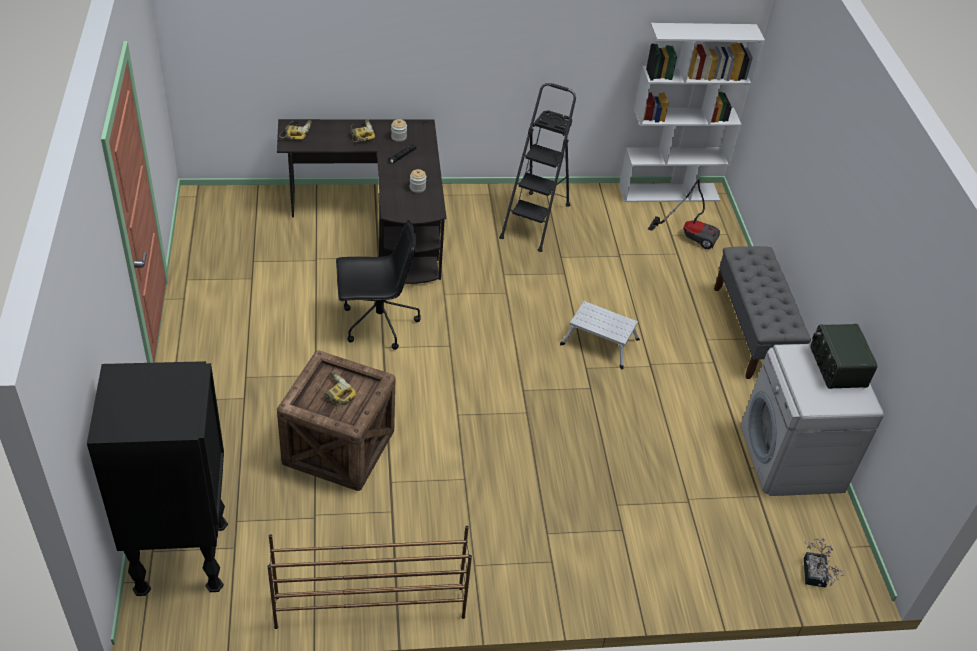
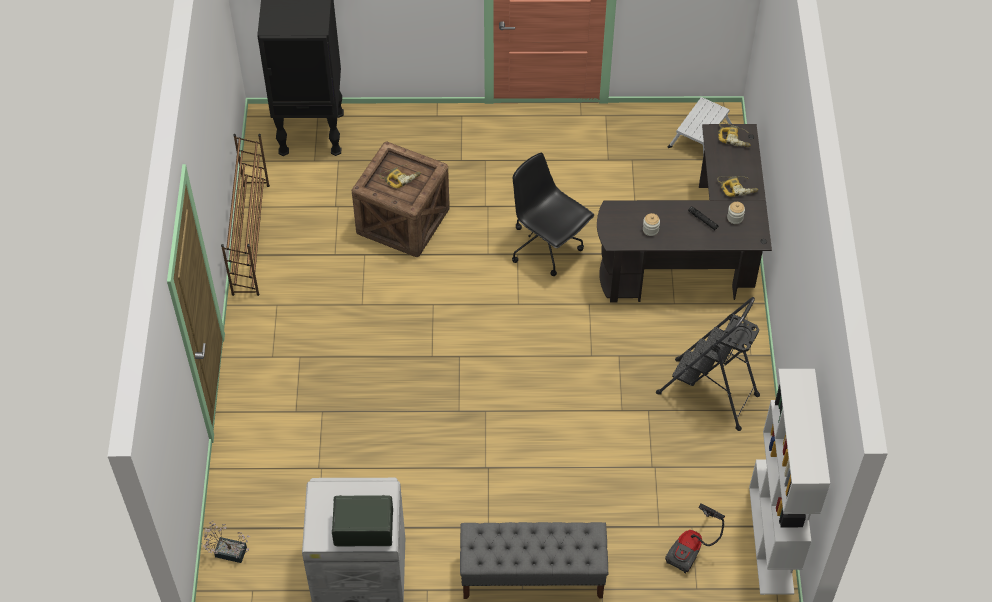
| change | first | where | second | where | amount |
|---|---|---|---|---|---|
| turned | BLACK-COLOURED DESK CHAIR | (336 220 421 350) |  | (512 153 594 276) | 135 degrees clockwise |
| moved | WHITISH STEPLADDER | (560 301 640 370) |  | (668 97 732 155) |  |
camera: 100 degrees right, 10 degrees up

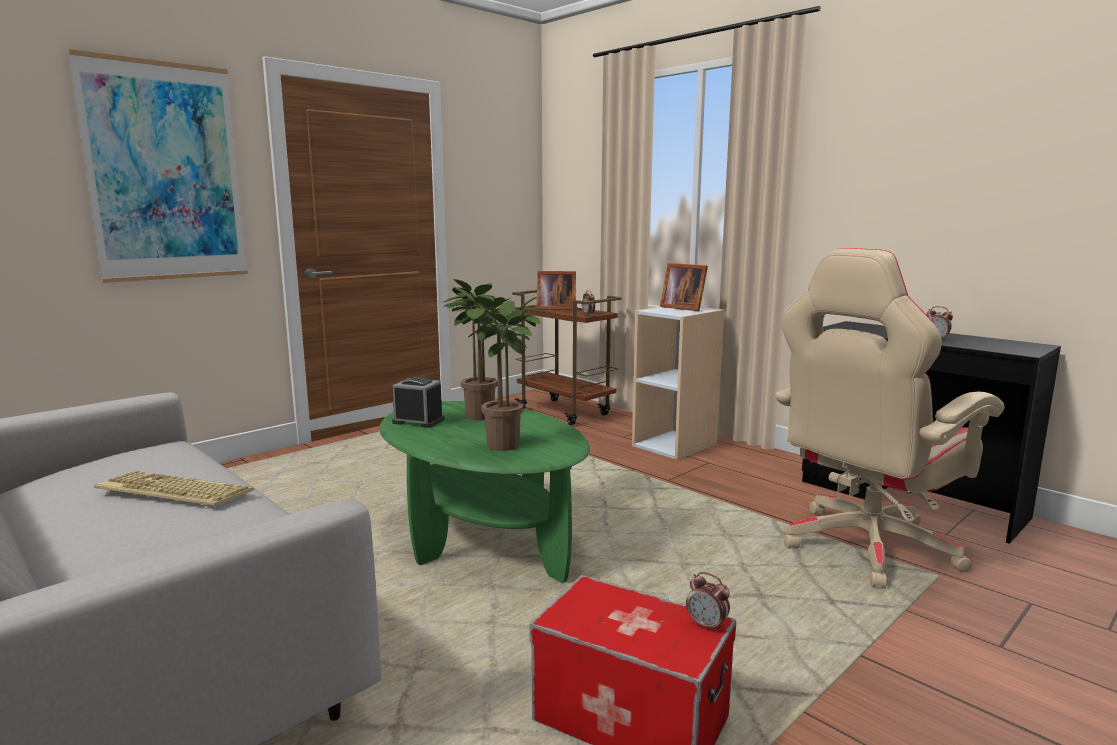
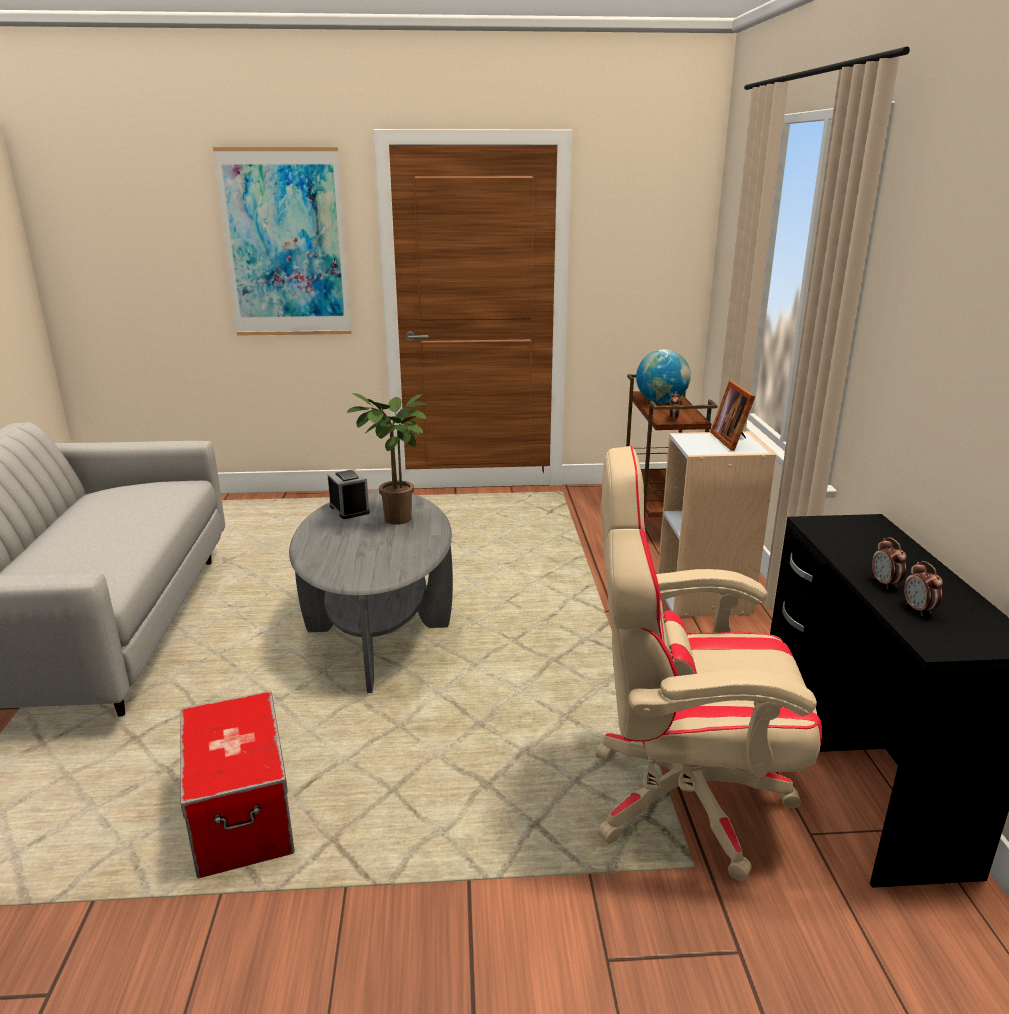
| change | first | where | second | where | amount |
|---|---|---|---|---|---|
| removed | COMPUTER KEYBOARD | (94 471 255 508) |  |  |  |
| recoloured | GREENISH LOW TABLE | (379 401 590 583) | GRAY LOW TABLE | (289 490 453 693) |  |
| removed | POTTED PLANT | (443 287 543 451) |  |  |  |
| replaced | PHOTO FRAME | (537 271 576 310) | WORLD GLOBE | (636 349 691 403) |  |
| moved | ALARM CLOCK | (686 572 730 633) |  | (904 561 943 616) |  |
camera: 40 degrees right, 10 degrees up

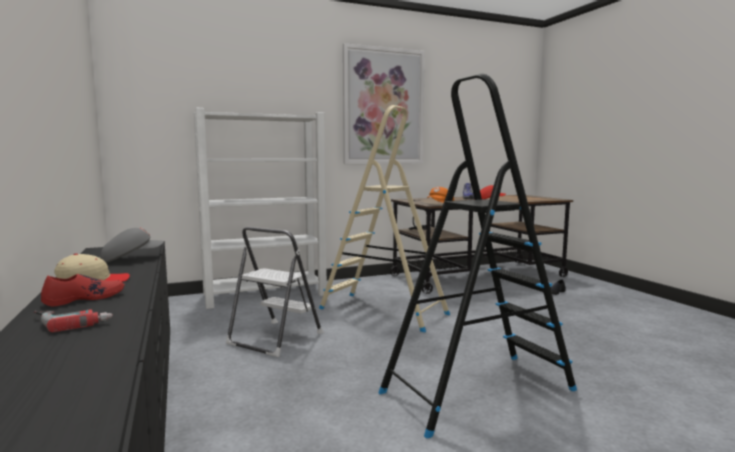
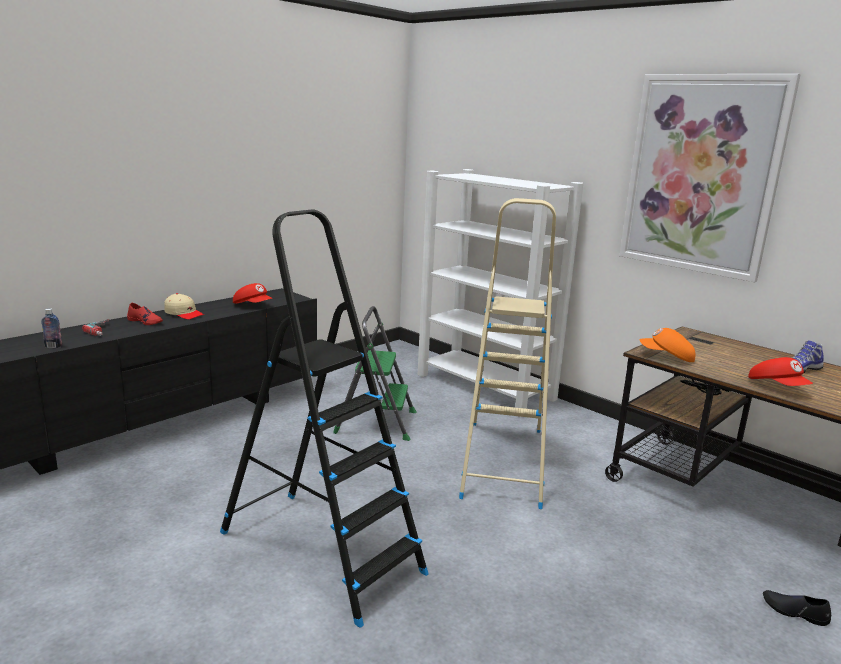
| change | first | where | second | where | amount |
|---|---|---|---|---|---|
| recoloured | GRAY BASEBALL CAP | (101 227 164 262) | REDDISH BASEBALL CAP | (233 283 272 304) |  |
| recoloured | WHITISH STEPLADDER | (226 227 324 357) | GREENISH STEPLADDER | (333 306 417 441) |  |
| added |  |  | BEVERAGE BOTTLE | (41 309 62 348) |  |
camera: 65 degrees right, 10 degrees up

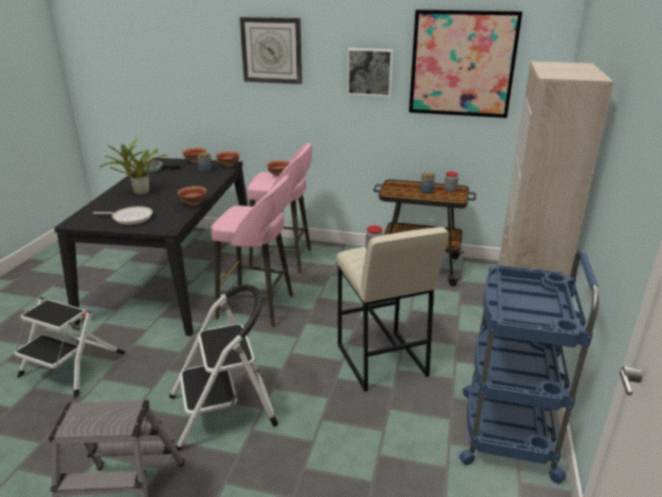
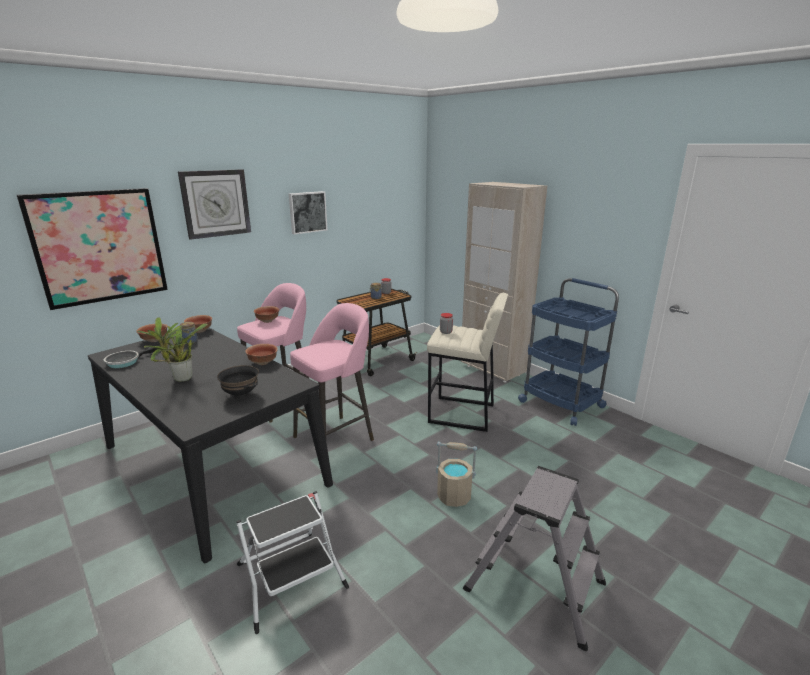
| change | first | where | second | where | amount |
|---|---|---|---|---|---|
| replaced | FRYING PAN | (93 206 153 225) | BLACK-COLOURED DEEP DISH | (217 365 259 399) |  |
| replaced | STEPLADDER | (169 284 278 451) | BEIGE WATER BUCKET | (436 442 477 507) |  |
| moved | WALL PICTURE | (409 10 523 118) |  | (17 188 168 310) |  |
camera: 55 degrees left, 5 degrees down

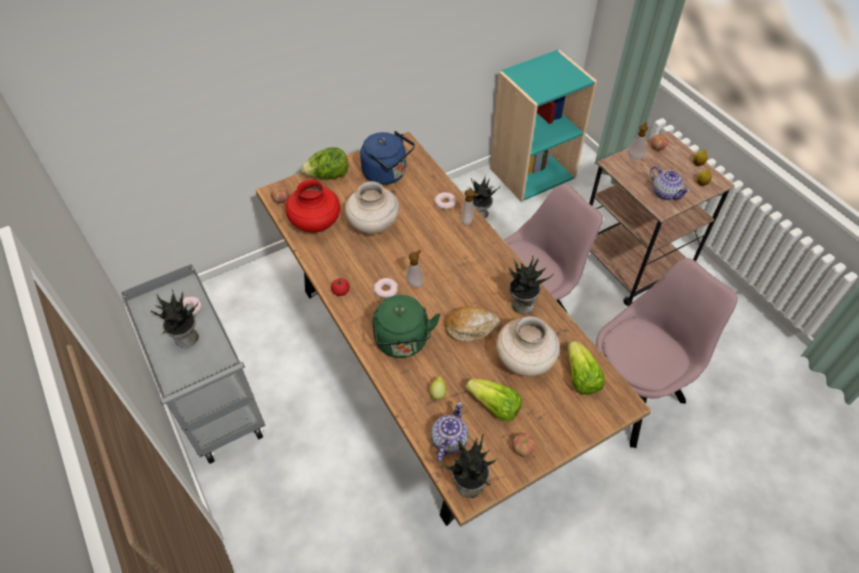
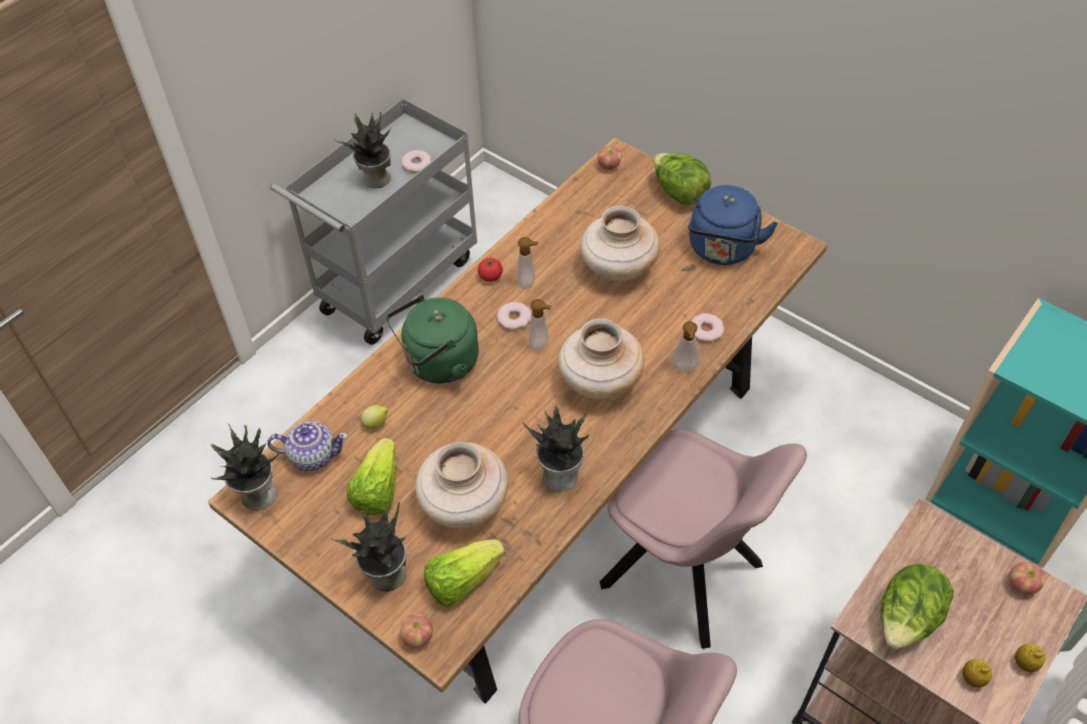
| change | first | where | second | where | amount |
|---|---|---|---|---|---|
| removed | REDDISH FLOWER VASE | (285 180 340 232) |  |  |  |
| removed | BAKED BREAD | (445 306 501 341) |  |  |  |
| moved | POTTED PLANT | (470 177 500 218) |  | (330 502 406 591) |  |
| moved | APPLE | (512 433 535 457) |  | (400 614 433 648) |  |
| moved | SOAP BOTTLE | (628 122 648 160) |  | (517 237 539 289) |  |
| replaced | TEA POT | (650 166 691 200) | HEAD OF LETTUCE | (881 563 954 649) |  |
| added |  |  | BEIGE FLOWER VASE | (558 318 644 399) |  |
camera: 70 degrees right, 0 degrees up

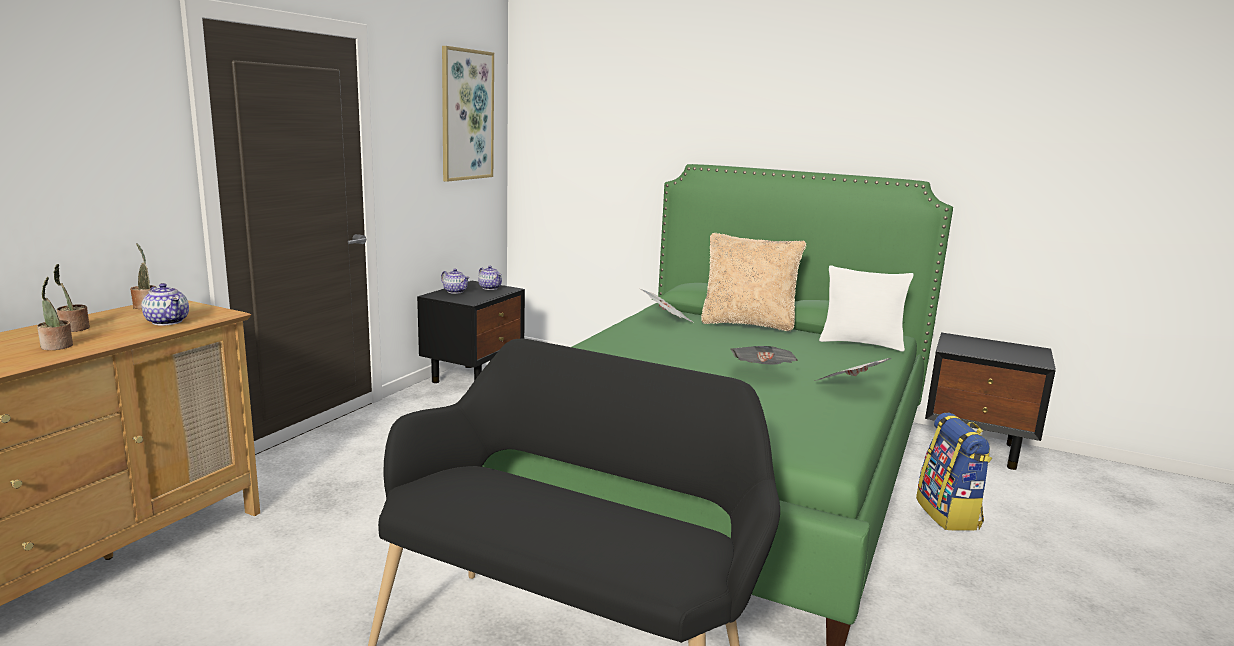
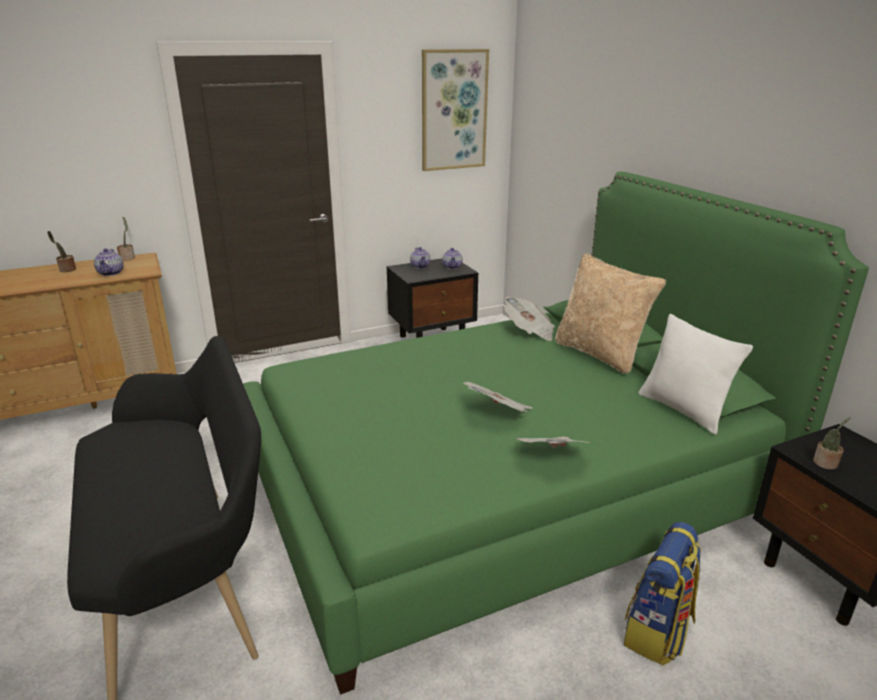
| change | first | where | second | where | amount |
|---|---|---|---|---|---|
| moved | POTTED PLANT | (37 277 73 350) |  | (813 417 850 470) |  |
camera: 40 degrees right, 10 degrees up

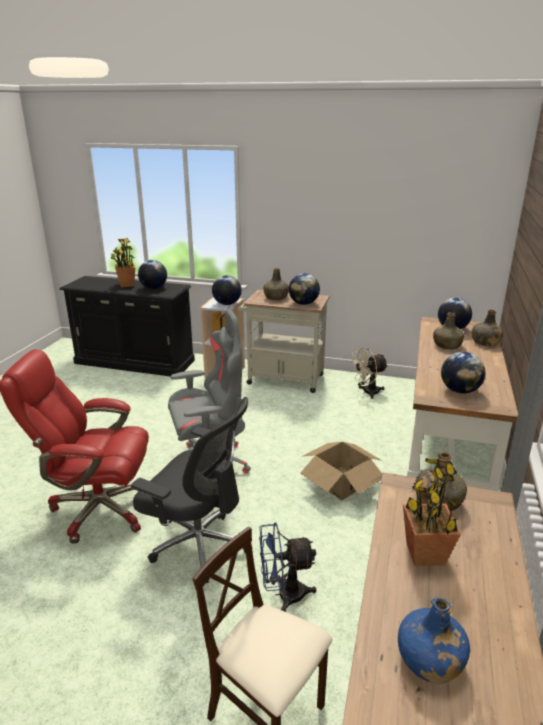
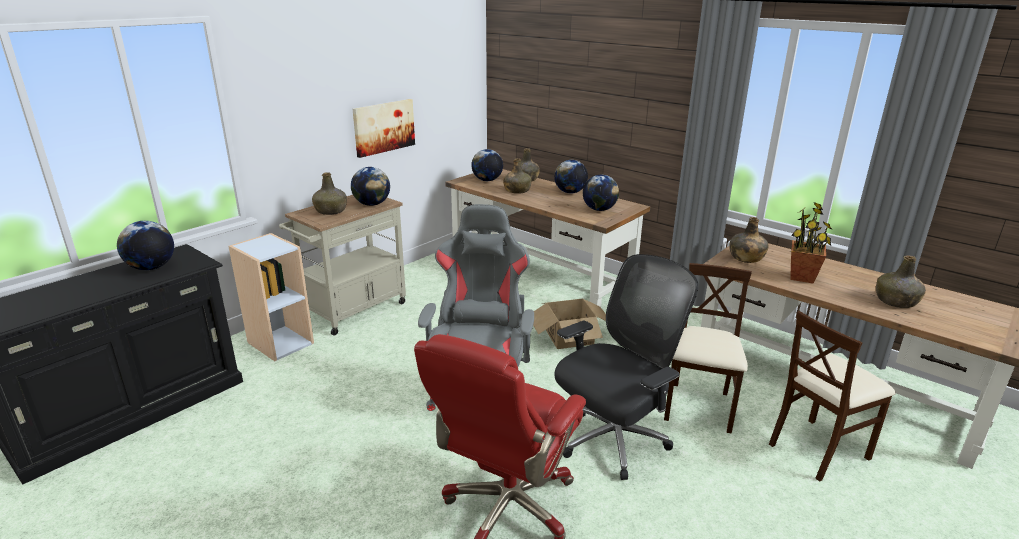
| change | first | where | second | where | amount |
|---|---|---|---|---|---|
| removed | POTTED PLANT | (111 238 135 288) |  |  |  |
| moved | WORLD GLOBE | (212 275 241 305) |  | (554 160 588 194) |  |
| replaced | BLUE ELECTRIC FAN | (259 522 316 612) | BEIGE CHAIR | (664 263 752 434) |  |
| removed | BEIGE ELECTRIC FAN | (350 347 388 399) |  |  |  |
| recoloured | BLUE BEVERAGE BOTTLE | (398 597 470 683) | GREENISH BEVERAGE BOTTLE | (876 255 926 308) |  |
| added |  |  | WALL PICTURE | (353 99 415 158) |  |
camera: 65 degrees left, 0 degrees up

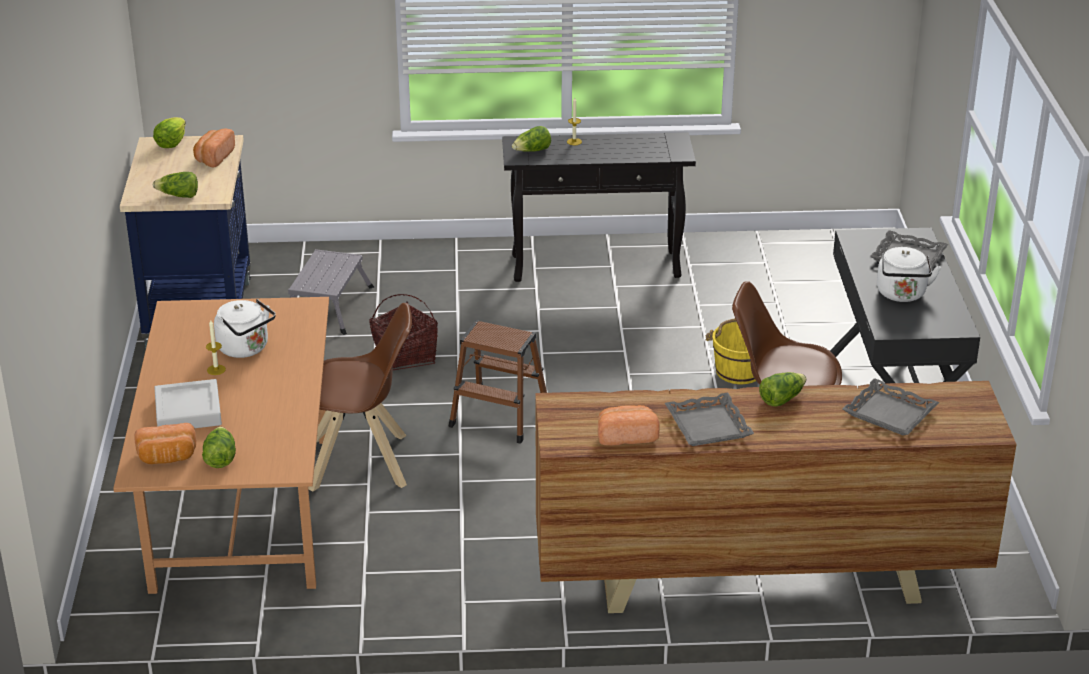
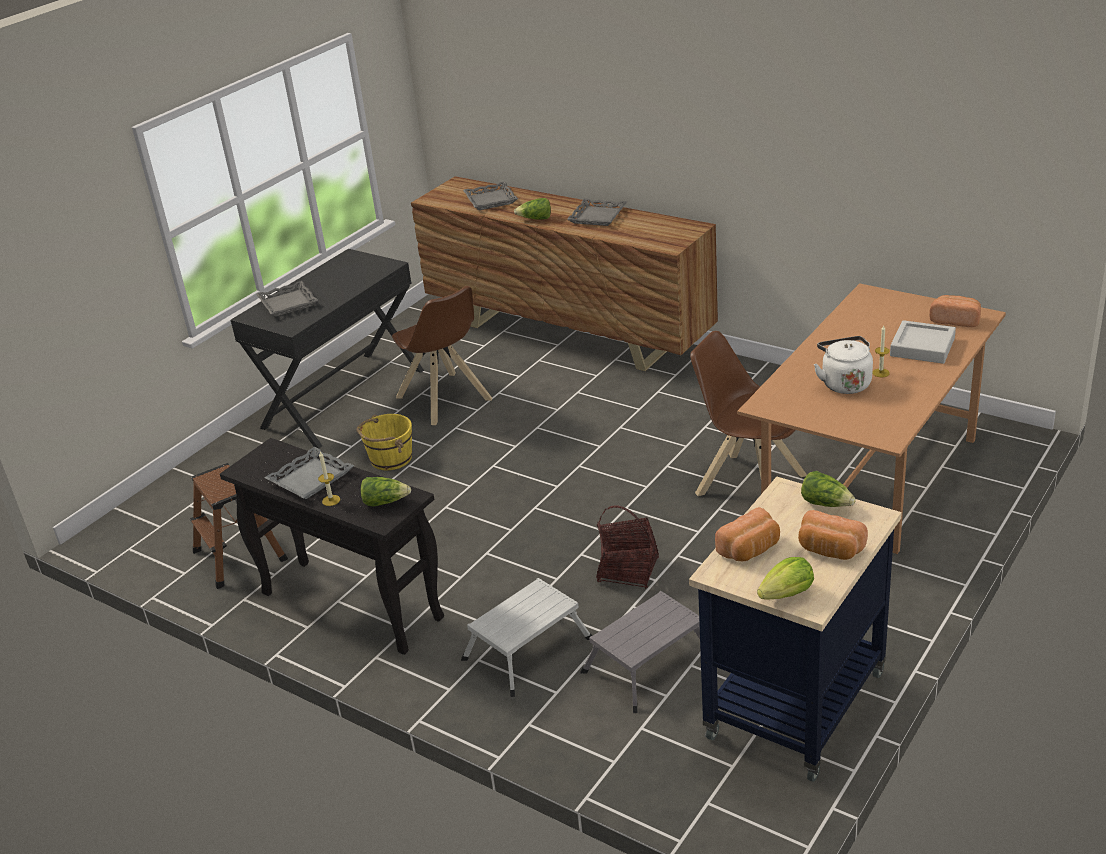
| change | first | where | second | where | amount |
|---|---|---|---|---|---|
| removed | HEAD OF LETTUCE | (202 426 236 468) |  |  |  |
| moved | BROWNISH STEPLADDER | (448 320 547 443) |  | (190 463 288 589) |  |
| moved | BAKED BREAD | (598 405 660 446) |  | (798 510 868 560) |  |
| removed | WHITISH TEA KETTLE | (877 247 941 302) |  |  |  |
| added |  |  | GRAY CARRYING TRAY | (265 447 354 499) |  |
| added |  |  | WHITISH STEPLADDER | (461 578 592 697) |  |
camera: 140 degrees left, 0 degrees up

